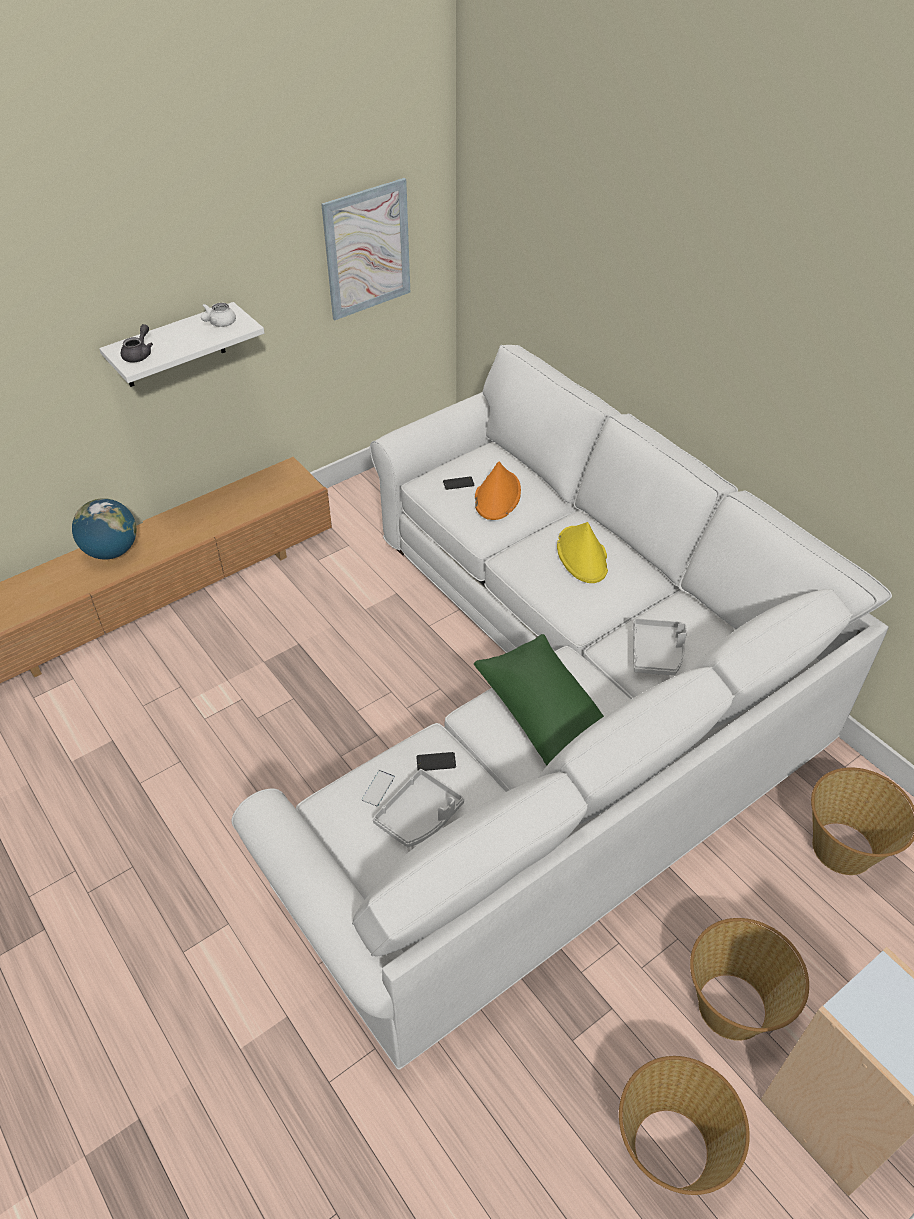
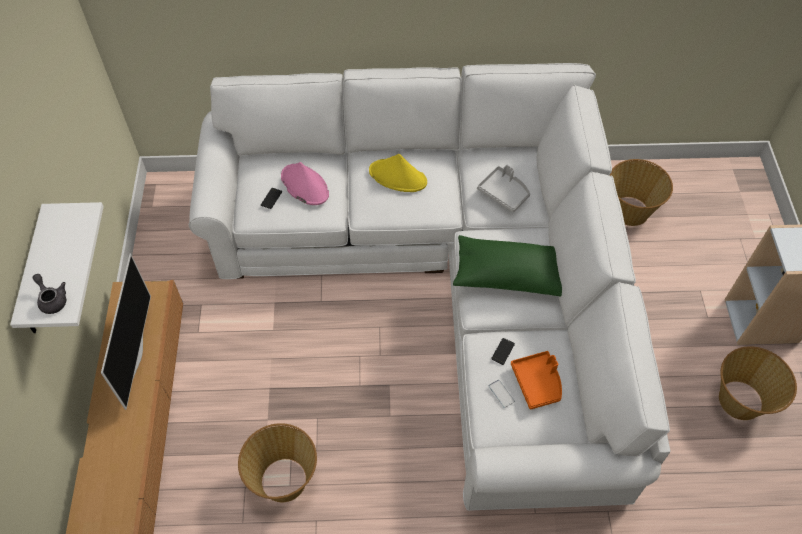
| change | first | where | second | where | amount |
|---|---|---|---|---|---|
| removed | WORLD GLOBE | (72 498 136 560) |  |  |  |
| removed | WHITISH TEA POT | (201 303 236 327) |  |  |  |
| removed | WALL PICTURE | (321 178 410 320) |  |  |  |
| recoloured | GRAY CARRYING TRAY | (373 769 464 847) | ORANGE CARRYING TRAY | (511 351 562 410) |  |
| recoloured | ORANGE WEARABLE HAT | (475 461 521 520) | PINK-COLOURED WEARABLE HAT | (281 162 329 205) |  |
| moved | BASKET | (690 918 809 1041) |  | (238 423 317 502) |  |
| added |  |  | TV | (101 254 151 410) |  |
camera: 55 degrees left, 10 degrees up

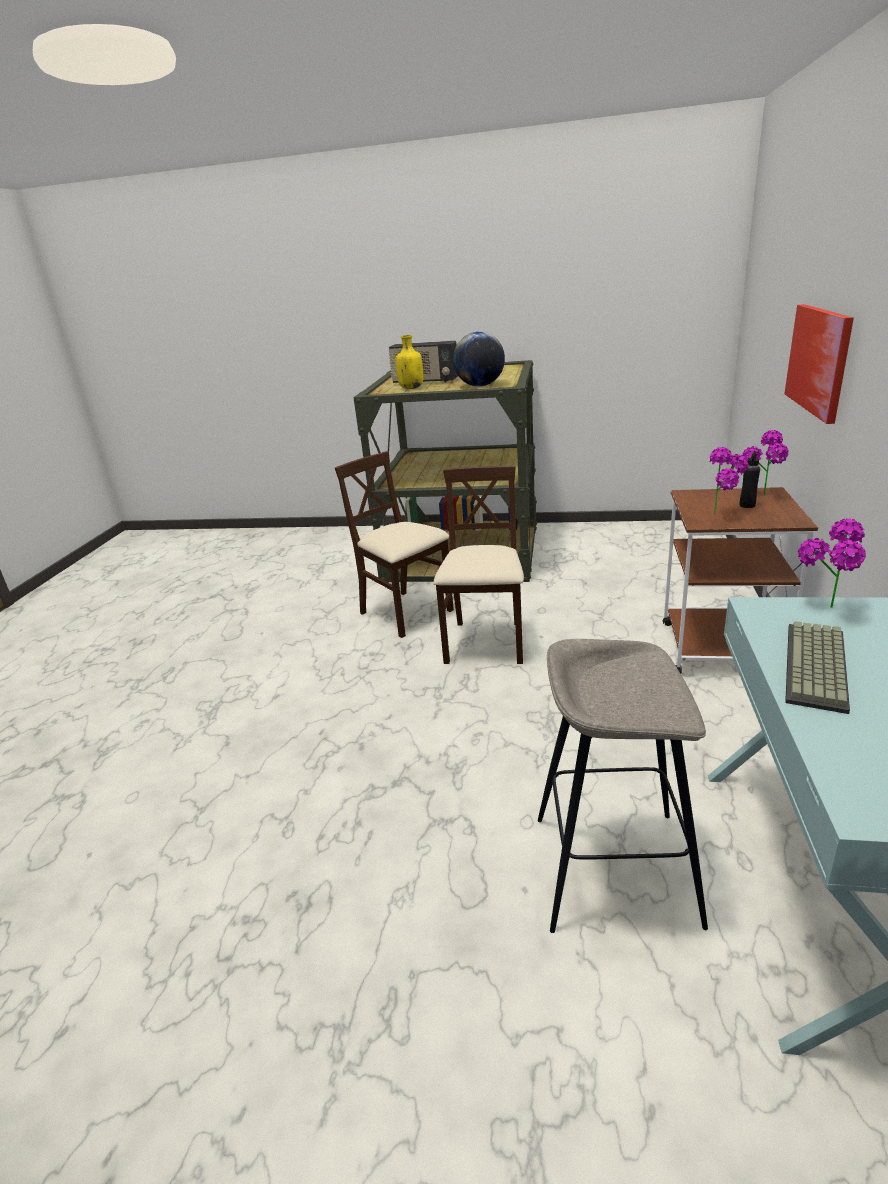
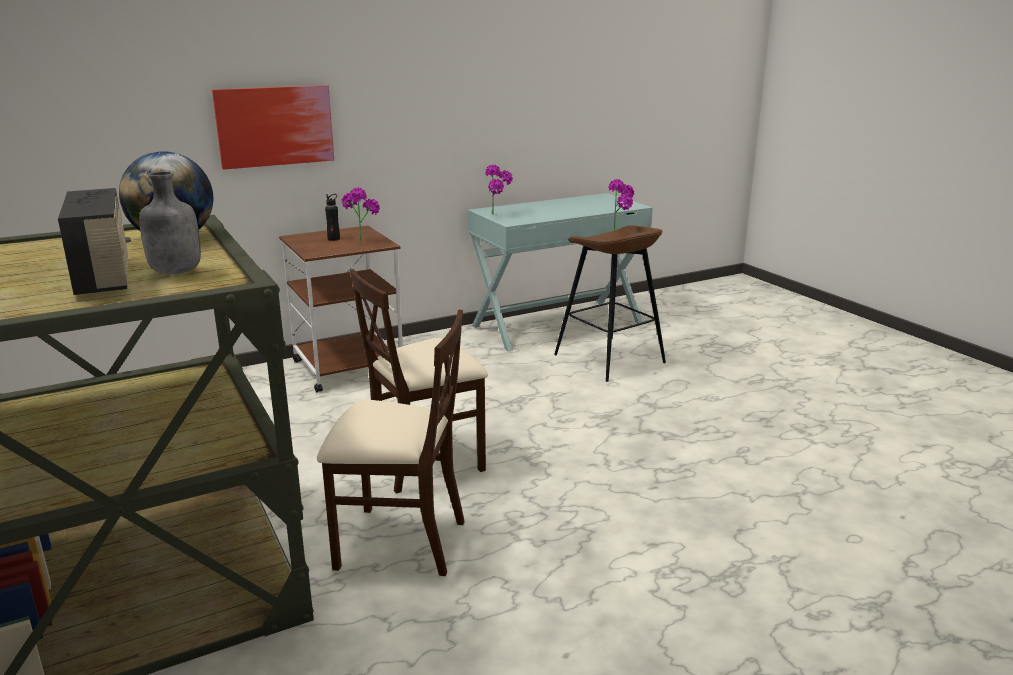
| change | first | where | second | where | amount |
|---|---|---|---|---|---|
| turned | BEIGE CHAIR | (335 451 454 638) |  | (317 310 465 576) | 90 degrees counterclockwise |
| recoloured | YELLOWISH BEVERAGE BOTTLE | (396 335 423 389) | GRAY BEVERAGE BOTTLE | (139 171 201 275) |  |
| recoloured | GRAY STOOL SEAT | (538 639 708 933) | BROWNISH STOOL SEAT | (554 225 666 382) |  |
| moved | POTTED PLANT | (743 430 789 494) |  | (608 179 634 231) |  |
| removed | COMPUTER KEYBOARD | (785 621 850 714) |  |  |  |
camera: 130 degrees left, 5 degrees down

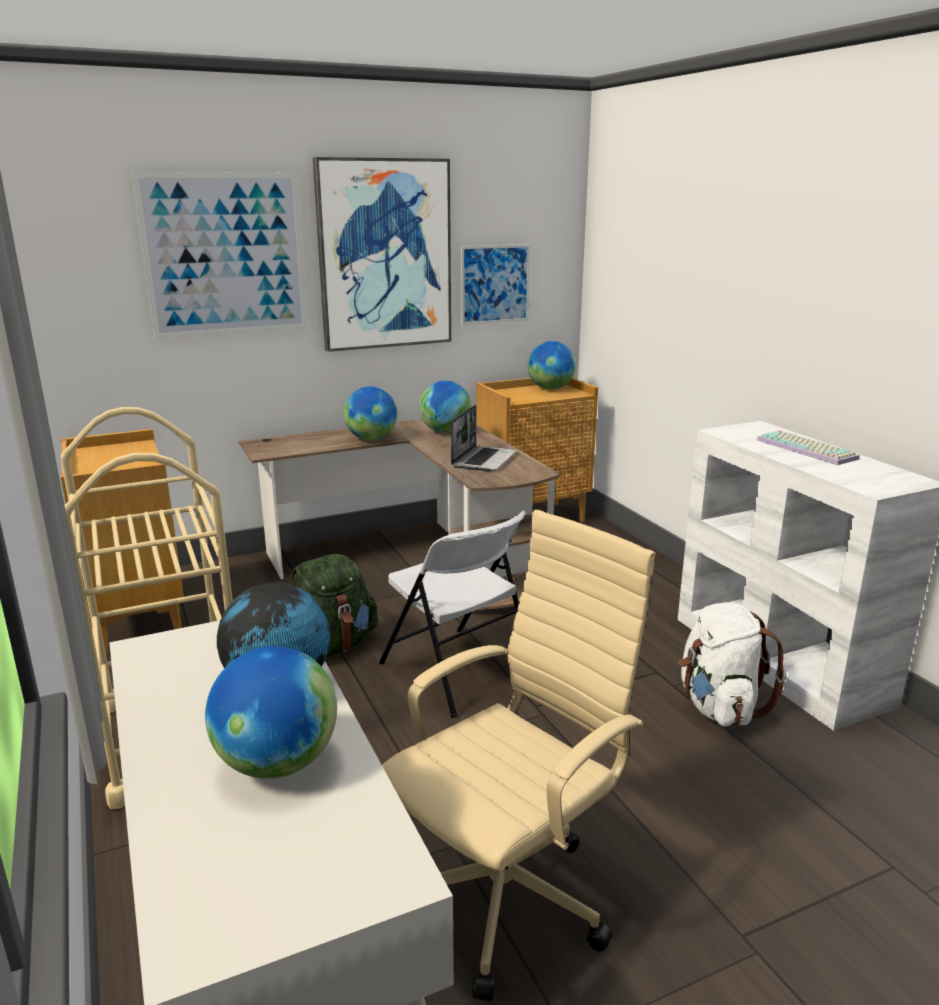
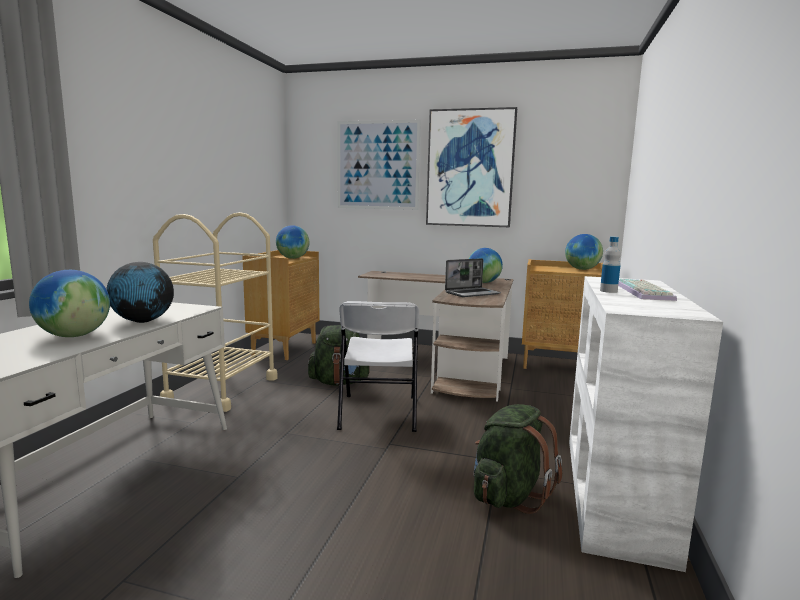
| change | first | where | second | where | amount |
|---|---|---|---|---|---|
| moved | WORLD GLOBE | (343 387 397 440) |  | (276 225 310 259) |  |
| removed | BEIGE DESK CHAIR | (382 510 656 1001) |  |  |  |
| removed | WALL PICTURE | (461 244 530 325) |  |  |  |
| recoloured | WHITISH RUCKSACK | (678 602 786 727) | GREENISH RUCKSACK | (473 404 562 514) |  |
| added |  |  | BEVERAGE BOTTLE | (600 237 621 293) |  |
camera: 40 degrees right, 10 degrees down

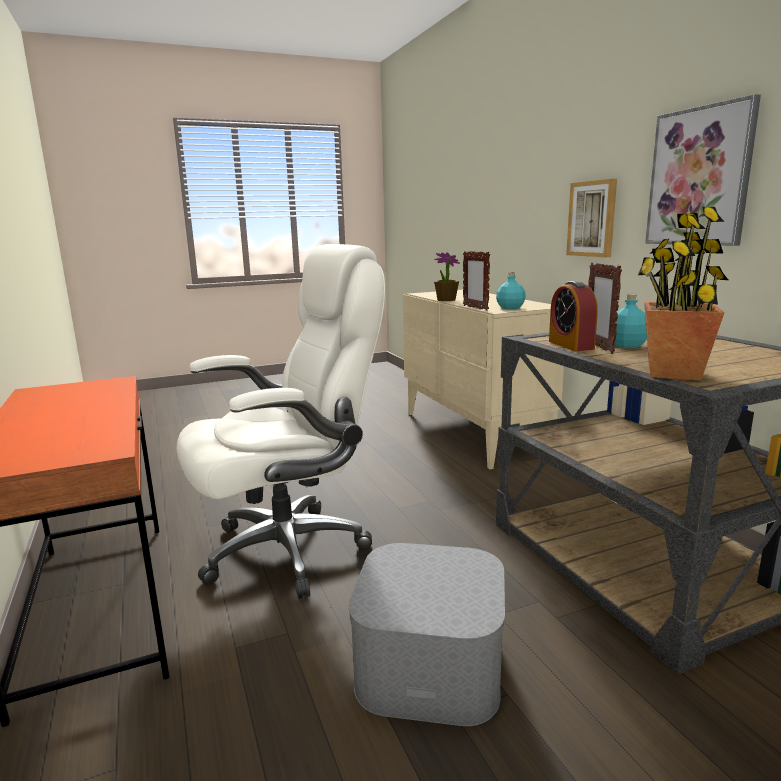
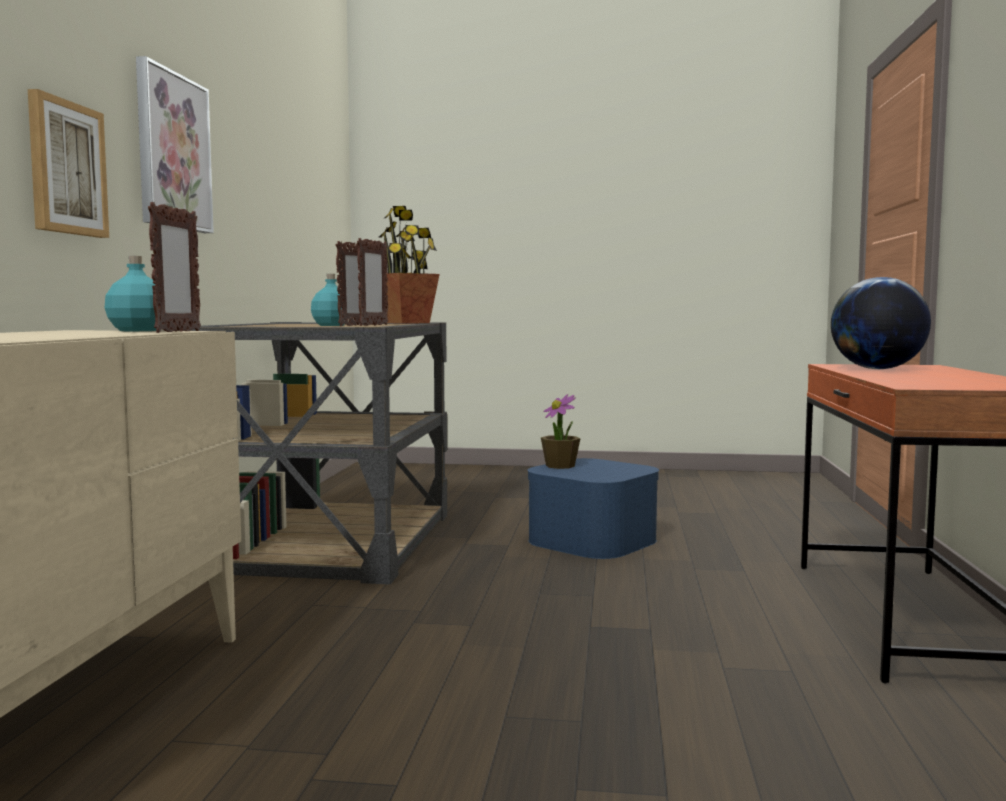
| change | first | where | second | where | amount |
|---|---|---|---|---|---|
| removed | WHITISH DESK CHAIR | (177 244 385 598) |  |  |  |
| recoloured | GRAY STORAGE CONTAINER | (349 543 505 726) | BLUE STORAGE CONTAINER | (528 458 659 559) |  |
| moved | POTTED PLANT | (434 252 460 301) |  | (541 394 580 469) |  |
| replaced | ALARM CLOCK | (549 281 598 351) | PHOTO FRAME | (357 238 388 325) |  |
| added |  |  | WORLD GLOBE | (831 277 931 369) |  |
camera: 150 degrees left, 10 degrees down

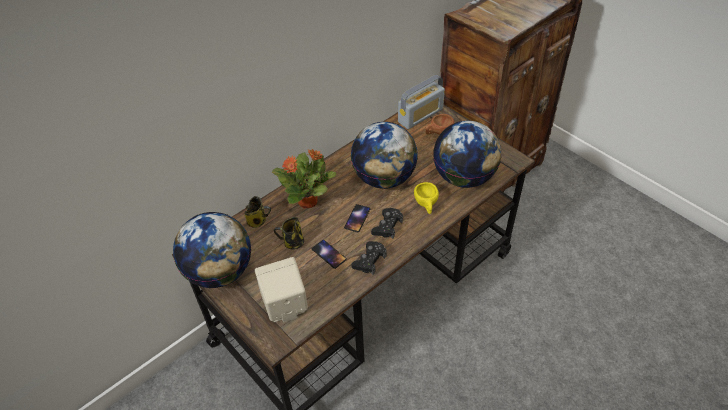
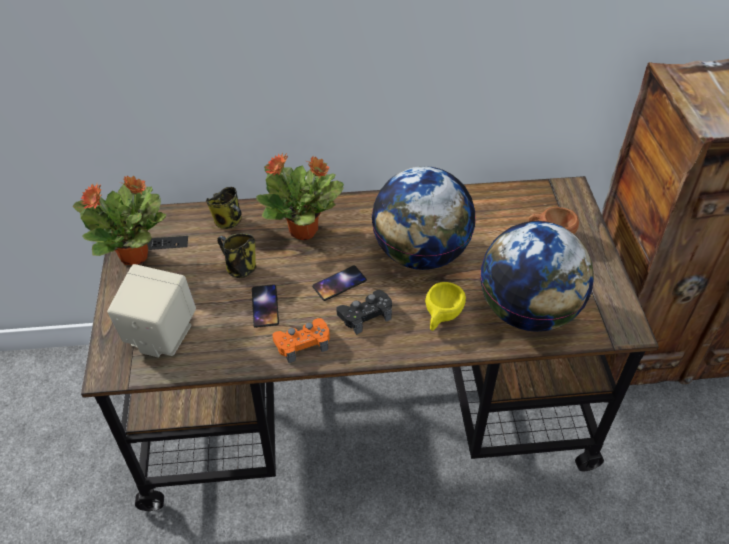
| change | first | where | second | where | amount |
|---|---|---|---|---|---|
| replaced | WORLD GLOBE | (173 212 251 288) | POTTED PLANT | (73 176 166 265) |  |
| recoloured | BLACK-COLOURED GAMEPAD | (351 241 387 275) | ORANGE GAMEPAD | (273 318 330 363) |  |
| removed | RADIO SET | (398 75 445 129) |  |  |  |
camera: 35 degrees right, 0 degrees up

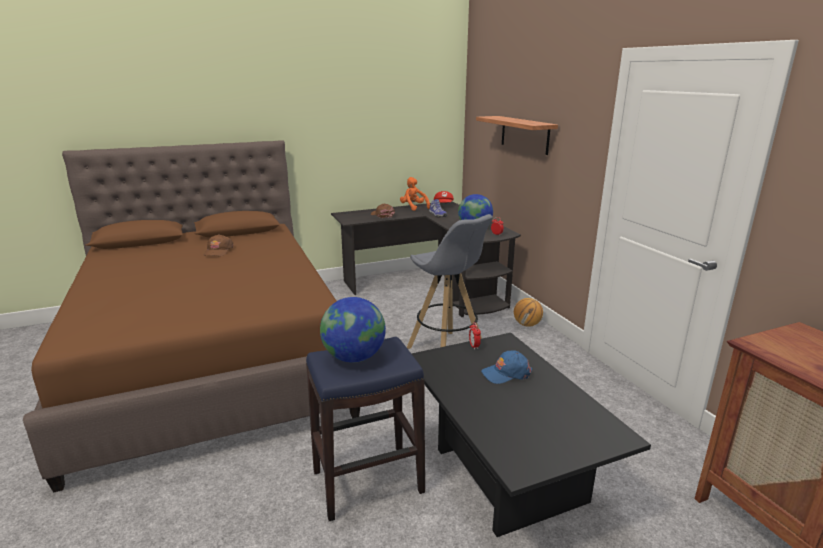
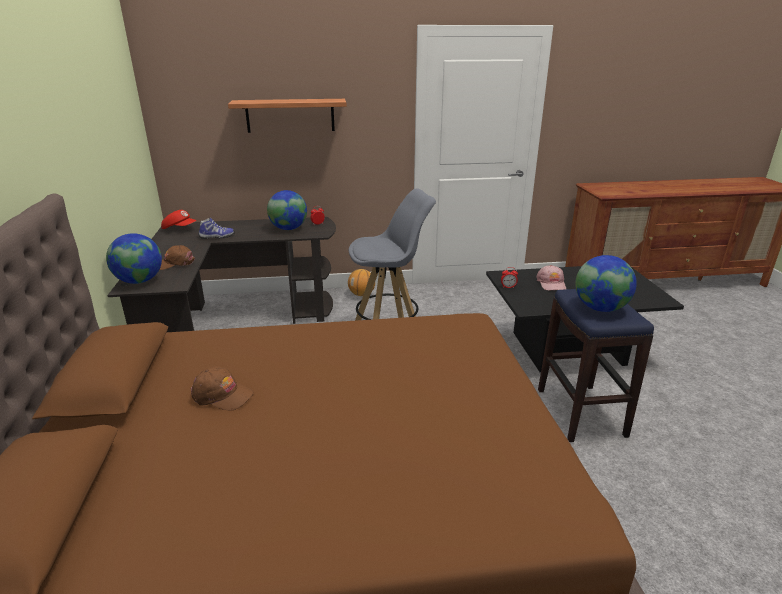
| change | first | where | second | where | amount |
|---|---|---|---|---|---|
| removed | ORANGE PLUSH TOY | (400 177 430 211) |  |  |  |
| recoloured | BLUE BASEBALL CAP | (481 350 532 384) | PINK-COLOURED BASEBALL CAP | (536 265 566 291) |  |
| added |  |  | WORLD GLOBE | (106 233 162 284) |  |
camera: 75 degrees left, 5 degrees up

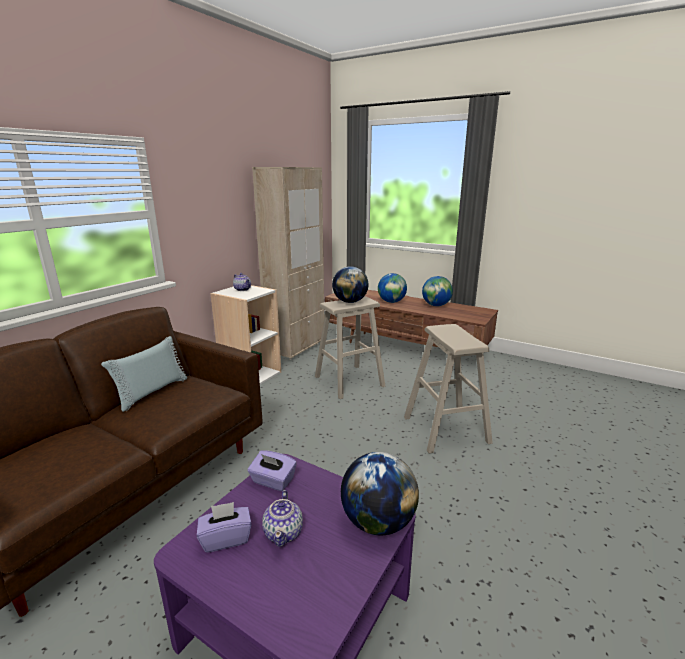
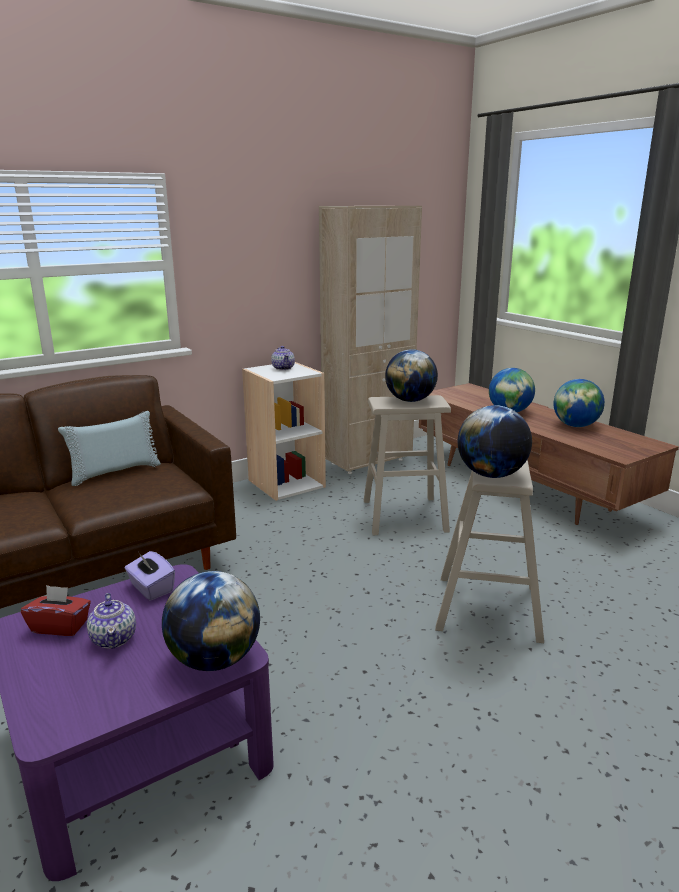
| change | first | where | second | where | amount |
|---|---|---|---|---|---|
| recoloured | PURPLE TISSUE HOLDER | (197 502 252 553) | REDDISH TISSUE HOLDER | (21 585 91 636) |  |
| turned | TEA POT | (262 490 303 547) |  | (87 593 136 649) | 45 degrees counterclockwise |
| added |  |  | WORLD GLOBE | (458 405 532 478) |  |
camera: 25 degrees right, 0 degrees up

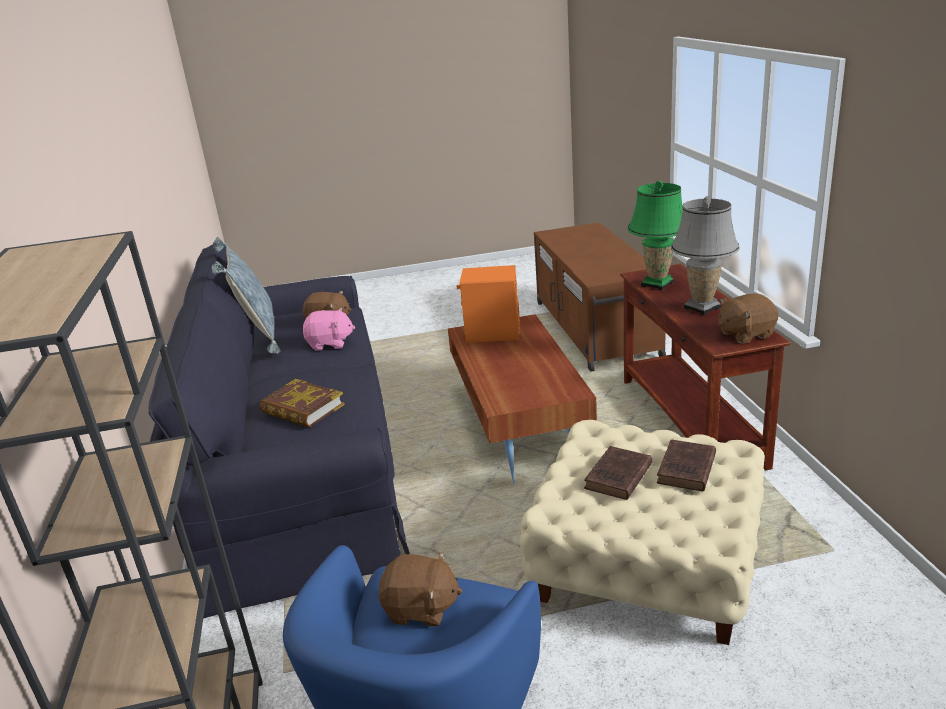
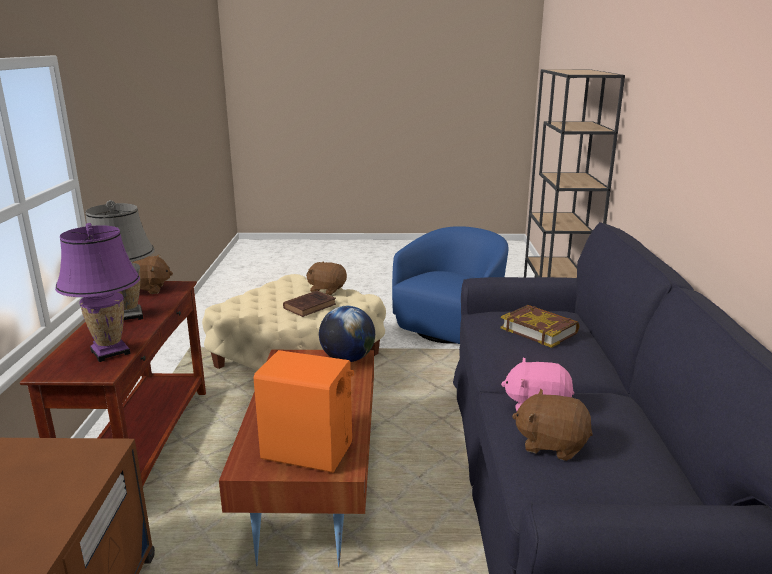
| change | first | where | second | where | amount |
|---|---|---|---|---|---|
| removed | CUSHION | (212 237 280 354) |  |  |  |
| moved | BROWNISH PLUSH TOY | (378 552 462 627) |  | (306 261 347 295) |  |
| recoloured | GREENISH TABLETOP LAMP | (628 181 683 291) | PURPLE TABLETOP LAMP | (55 223 140 362) |  |
| removed | BROWNISH BOUND BOOK | (657 440 716 491) |  |  |  |
| added |  |  | WORLD GLOBE | (319 306 375 362) |  |
camera: 170 degrees left, 5 degrees down

